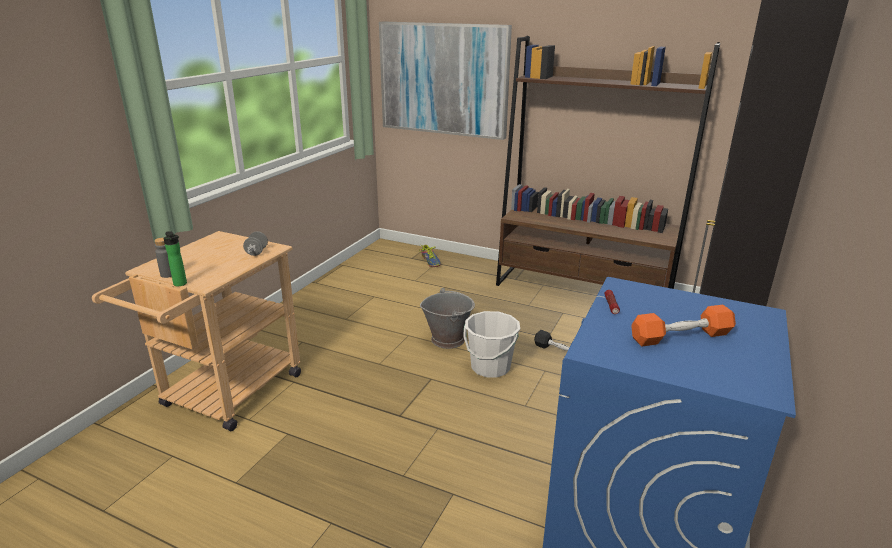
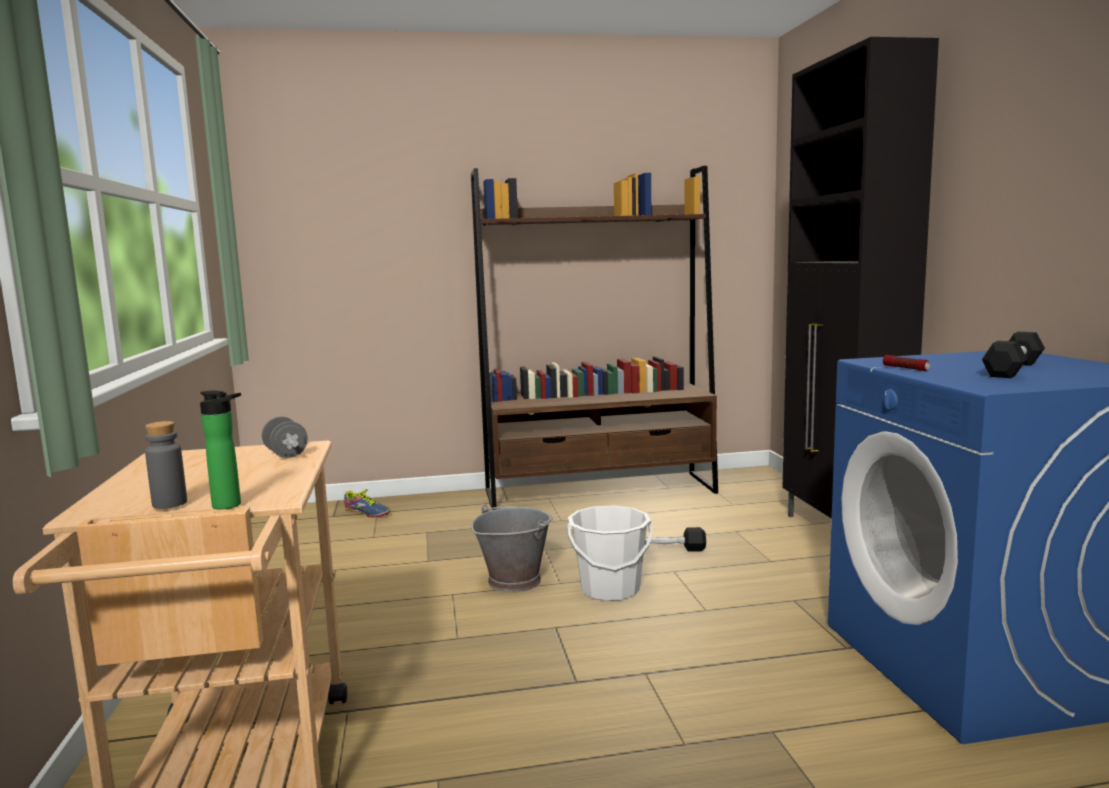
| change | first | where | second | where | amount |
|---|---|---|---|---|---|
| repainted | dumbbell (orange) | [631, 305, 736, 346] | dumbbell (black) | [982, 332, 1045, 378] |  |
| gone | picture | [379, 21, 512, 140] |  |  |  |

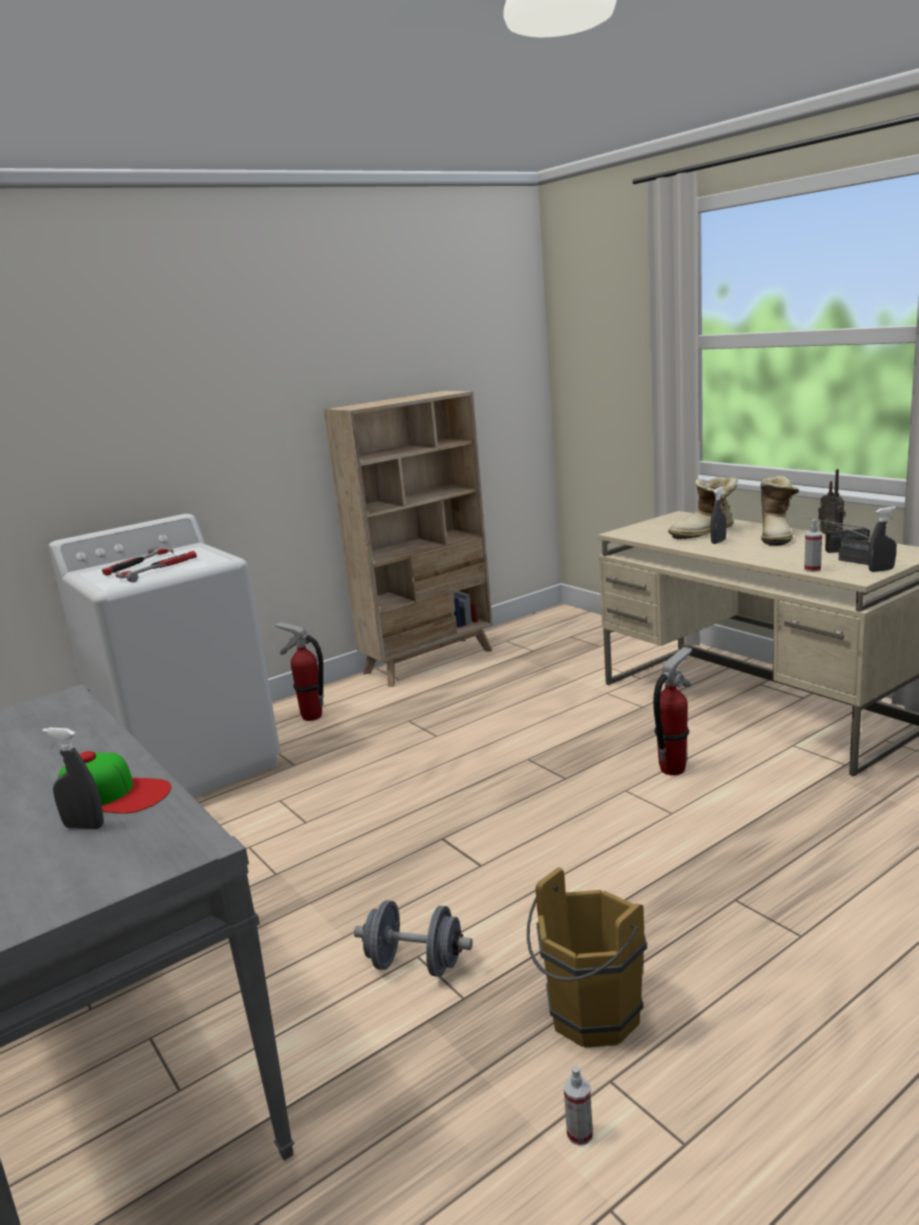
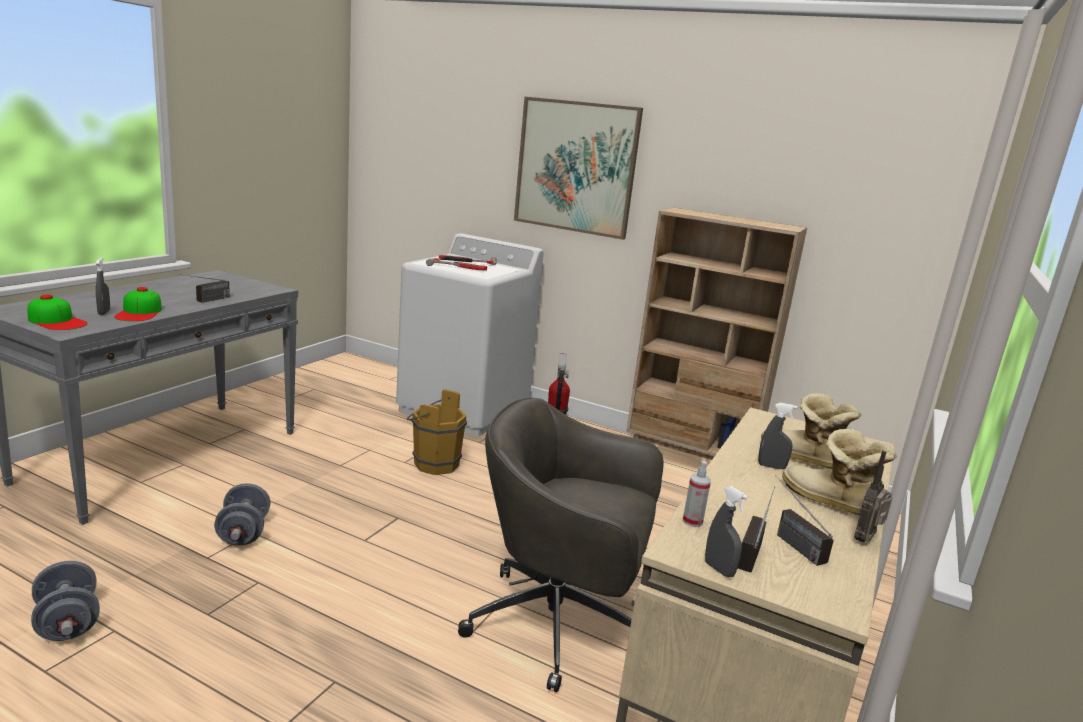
| change | first | where | second | where | amount |
|---|---|---|---|---|---|
| new |  |  | cap | [27, 295, 88, 330] |  |
| swapped | spray bottle | [564, 1066, 593, 1146] | dumbbell (grey) | [31, 561, 100, 641] |  |
| new |  |  | radio | [179, 274, 230, 303] |  |
| shifted | bucket (brown) | [527, 867, 647, 1048] |  | [406, 389, 467, 475] |  |
| swapped | fire extinguisher | [653, 647, 692, 775] | office chair (grey) | [458, 398, 664, 692] |  |
| new |  |  | picture | [514, 97, 643, 240] |  |
| rotated | boot | [760, 476, 799, 546] |  | [782, 429, 897, 515] | 60 degrees clockwise |

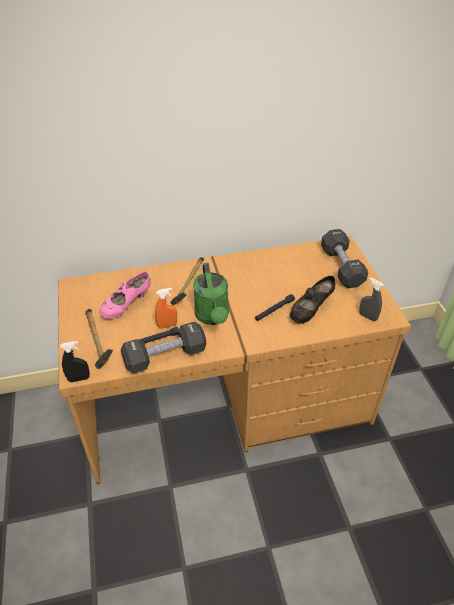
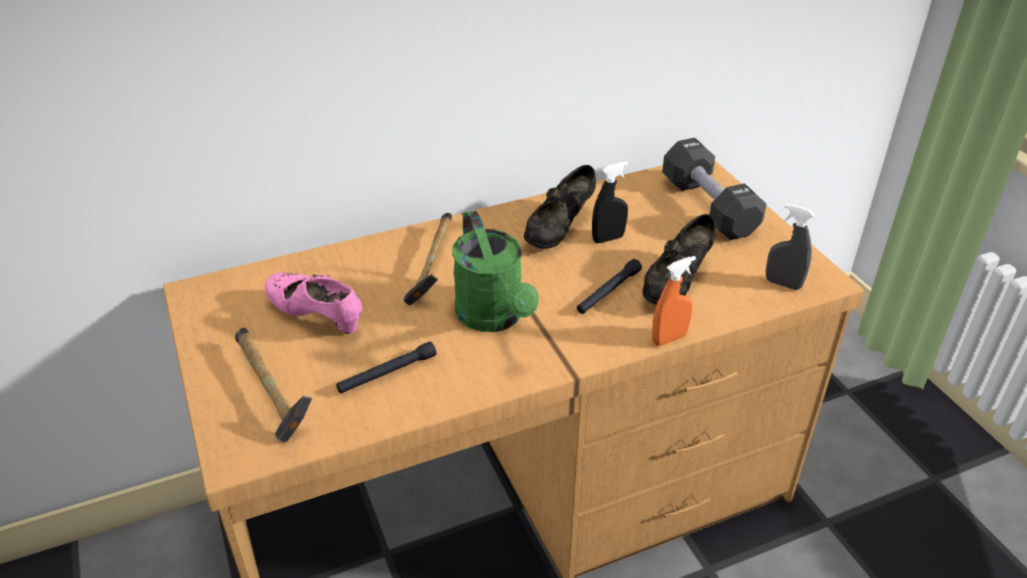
| change | first | where | second | where | amount |
|---|---|---|---|---|---|
| rotated | shoe (pink) | [99, 272, 151, 319] |  | [265, 272, 362, 334] | 90 degrees clockwise |
| new |  |  | shoe (black) | [524, 165, 596, 249] |  |
| shifted | spray bottle (black) | [60, 341, 90, 382] |  | [592, 162, 628, 243] |  |
| shifted | spray bottle (orange) | [155, 288, 177, 329] |  | [652, 256, 696, 346] |  |
| gone | dumbbell (black) | [121, 322, 206, 373] |  |  |  |

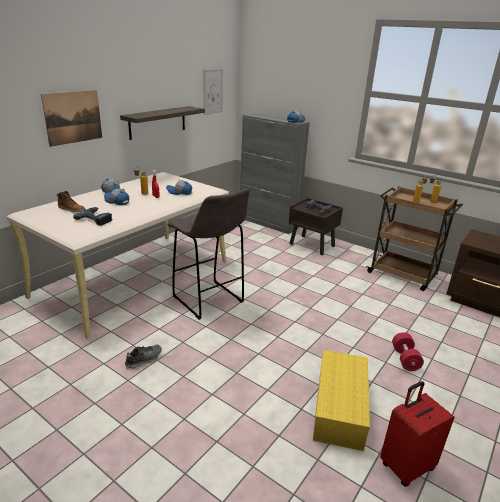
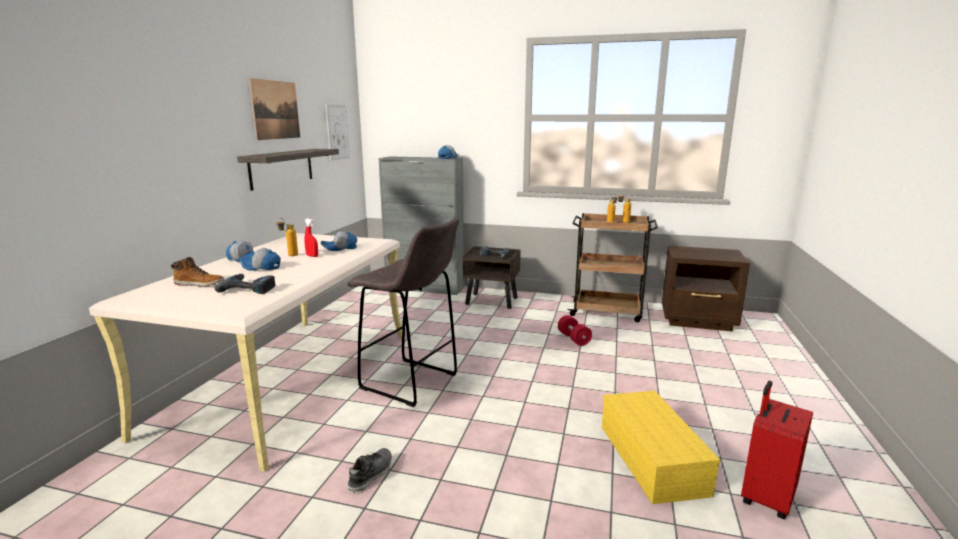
| change | first | where | second | where | amount |
|---|---|---|---|---|---|
| shifted | picture | [41, 90, 102, 147] |  | [249, 78, 300, 140] |  |
| shifted | dumbbell (red) | [392, 332, 424, 371] |  | [558, 315, 592, 346] |  |

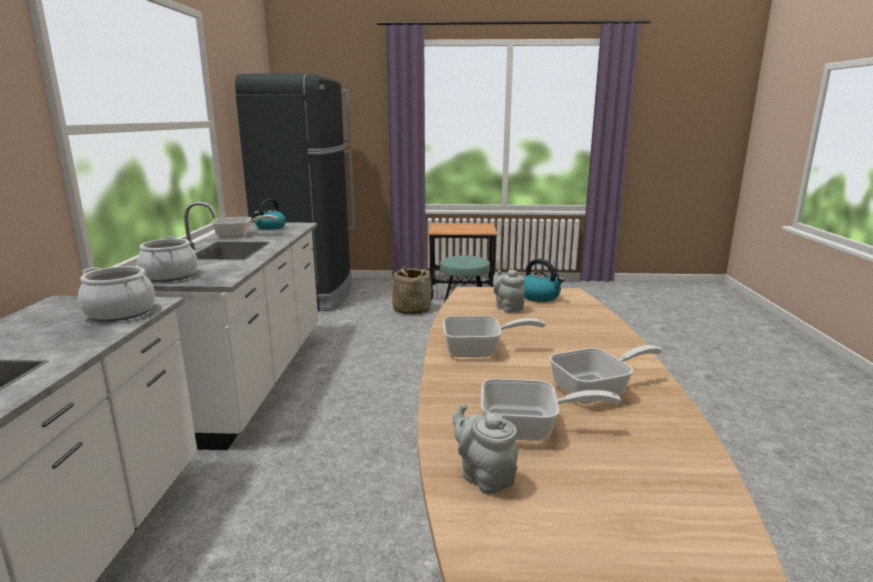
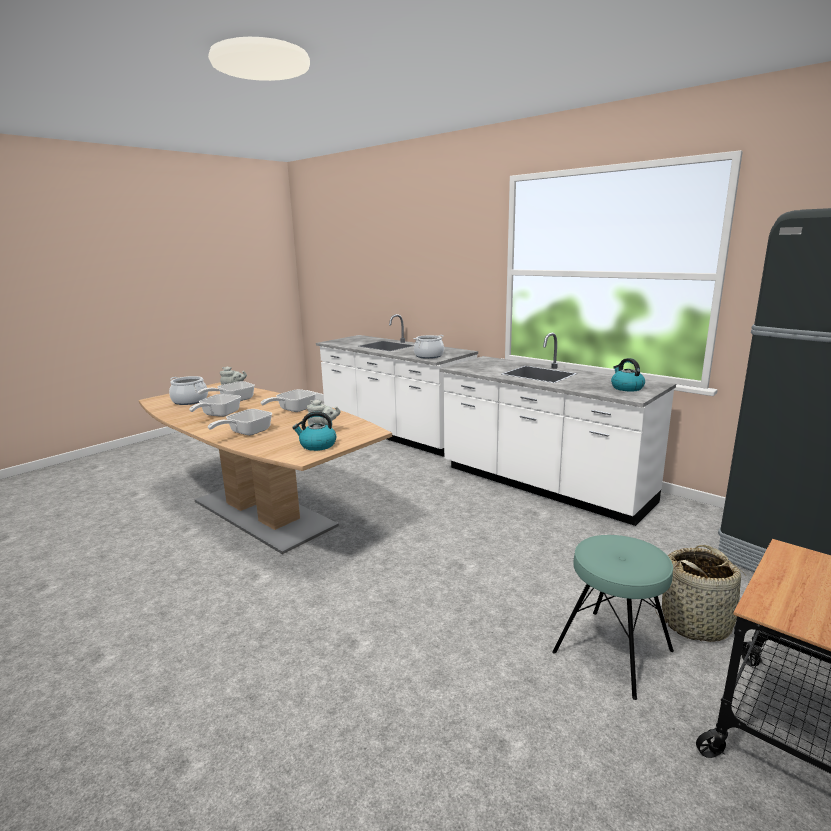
| change | first | where | second | where | amount |
|---|---|---|---|---|---|
| shifted | cooking pot | [137, 236, 197, 282] |  | [169, 376, 208, 405] |  |
| shifted | frying pan | [211, 215, 277, 238] |  | [208, 409, 272, 436] |  |

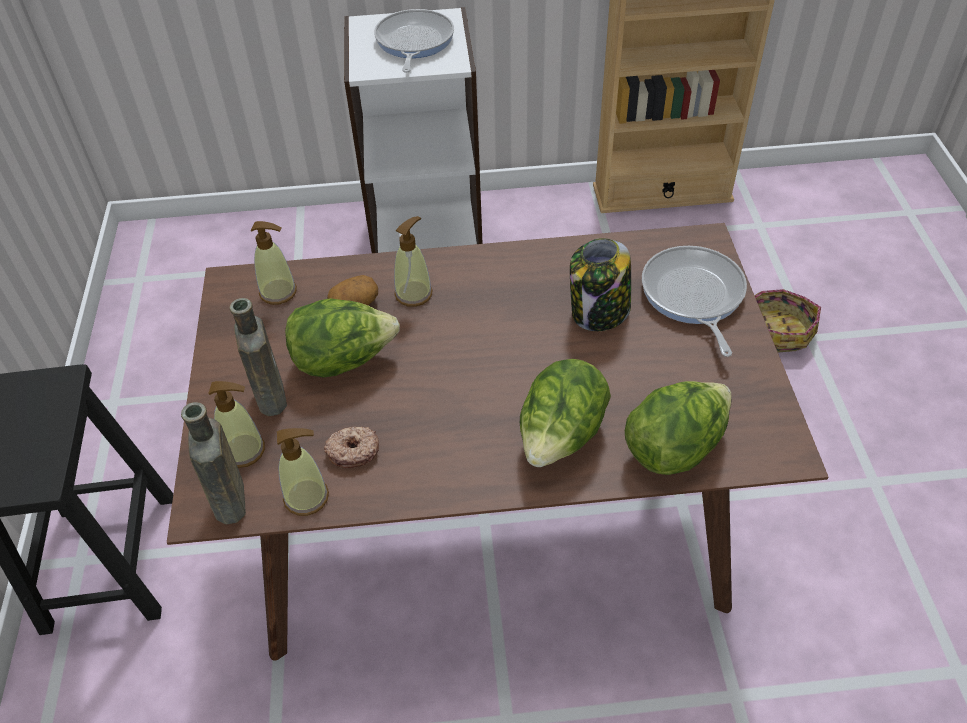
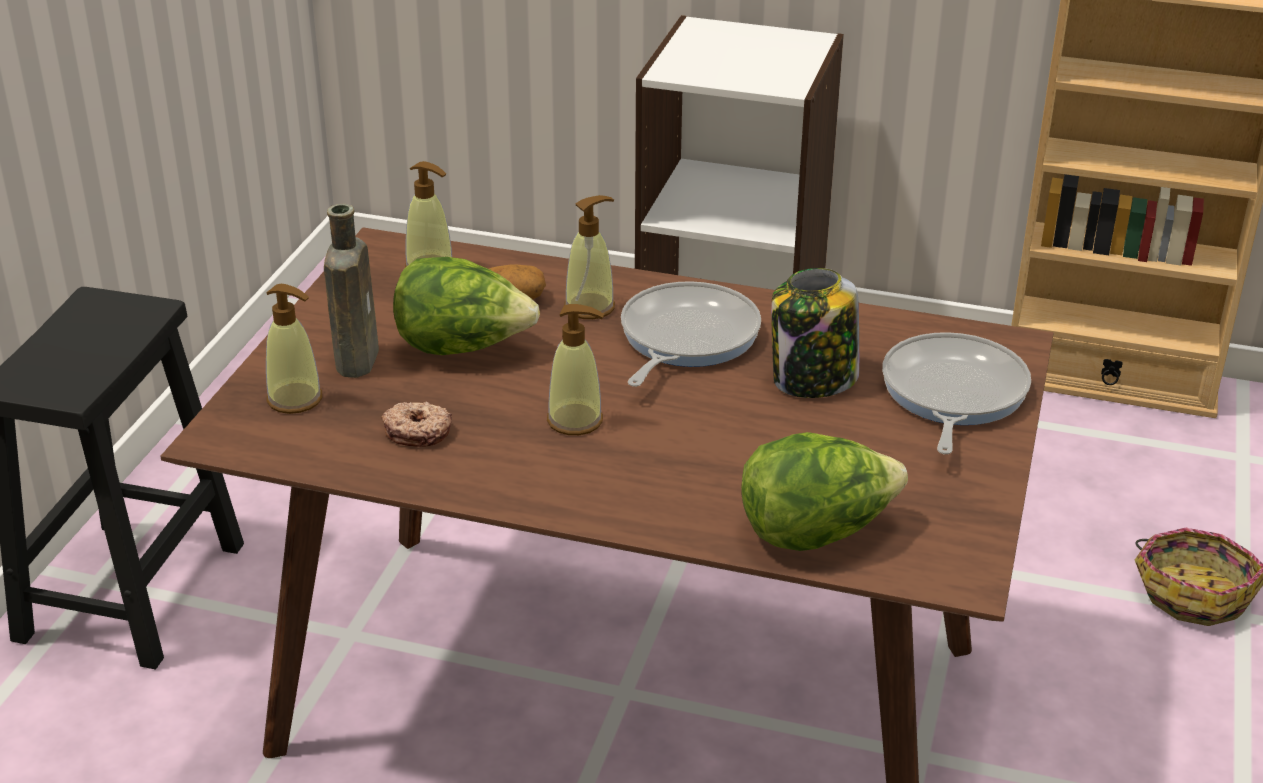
| change | first | where | second | where | amount |
|---|---|---|---|---|---|
| shifted | soap dispenser | [277, 428, 329, 516] |  | [547, 304, 604, 435] |  |
| shifted | frying pan | [374, 9, 454, 73] |  | [621, 281, 761, 387] |  |
| gone | bottle (brown) | [181, 402, 246, 524] |  |  |  |
| gone | lettuce | [520, 359, 611, 467] |  |  |  |

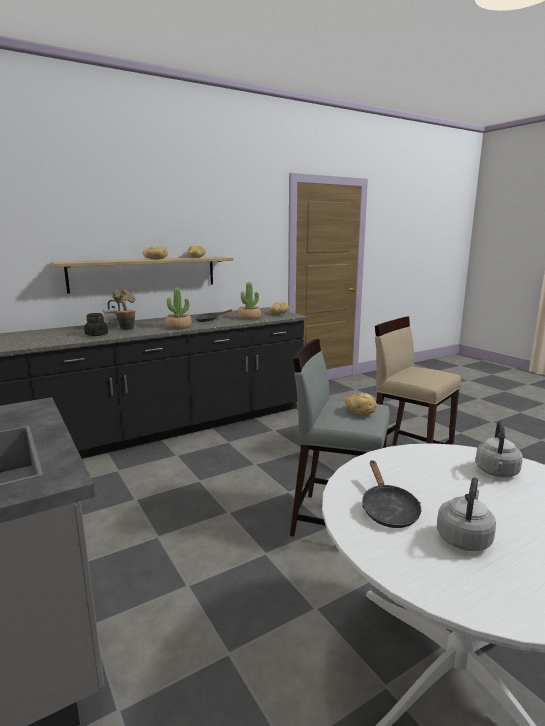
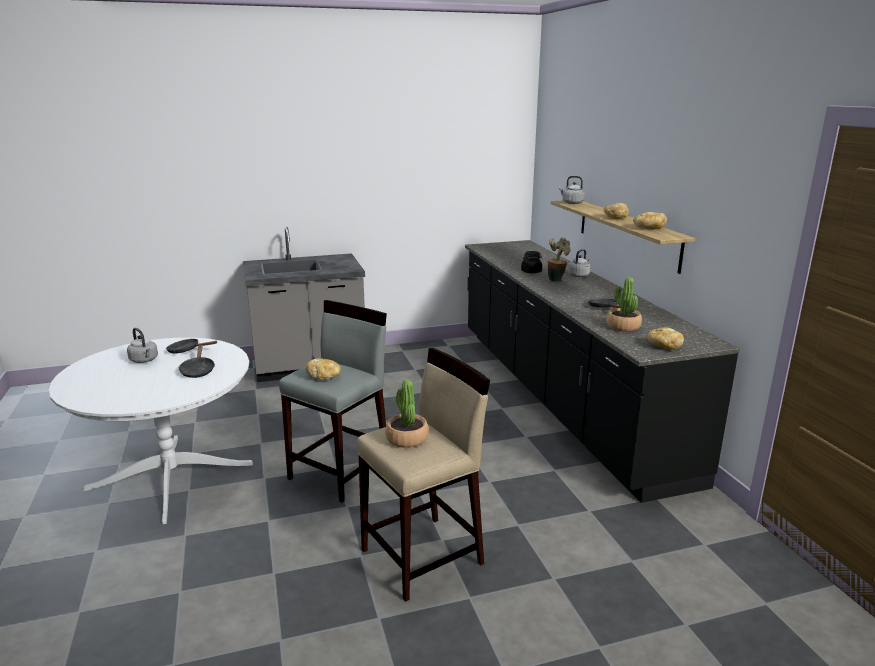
| change | first | where | second | where | amount |
|---|---|---|---|---|---|
| new |  |  | frying pan (black) | [178, 345, 215, 378] |  |
| shifted | potted plant | [165, 288, 192, 329] |  | [385, 380, 429, 448] |  |
| shifted | kettle (grey) | [475, 421, 523, 478] |  | [559, 176, 585, 204] |  |

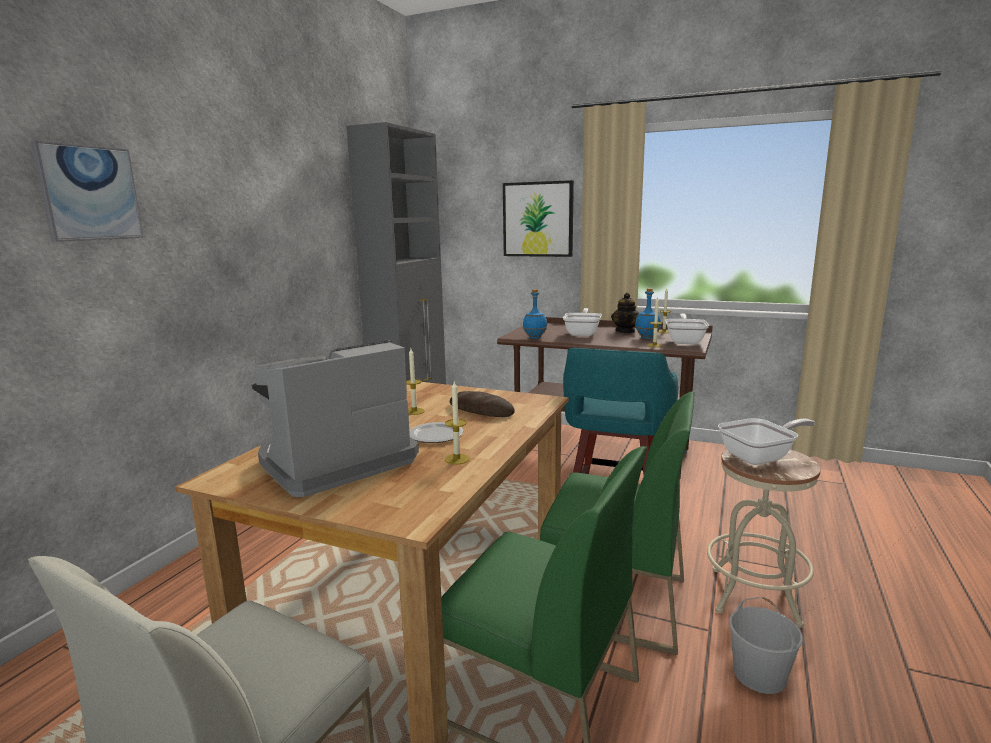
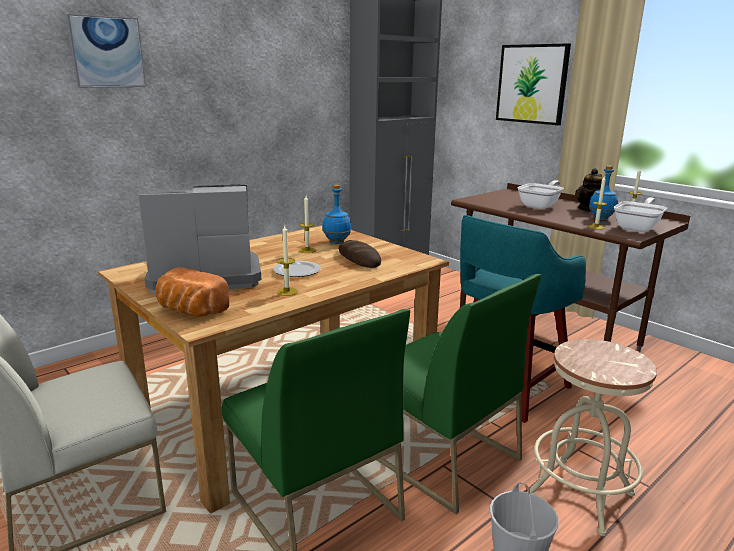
| change | first | where | second | where | amount |
|---|---|---|---|---|---|
| new |  |  | bread | [155, 267, 229, 317] |  |
| shifted | bottle (blue) | [523, 289, 547, 339] |  | [322, 185, 352, 244] |  |
| gone | frying pan | [718, 418, 815, 465] |  |  |  |

